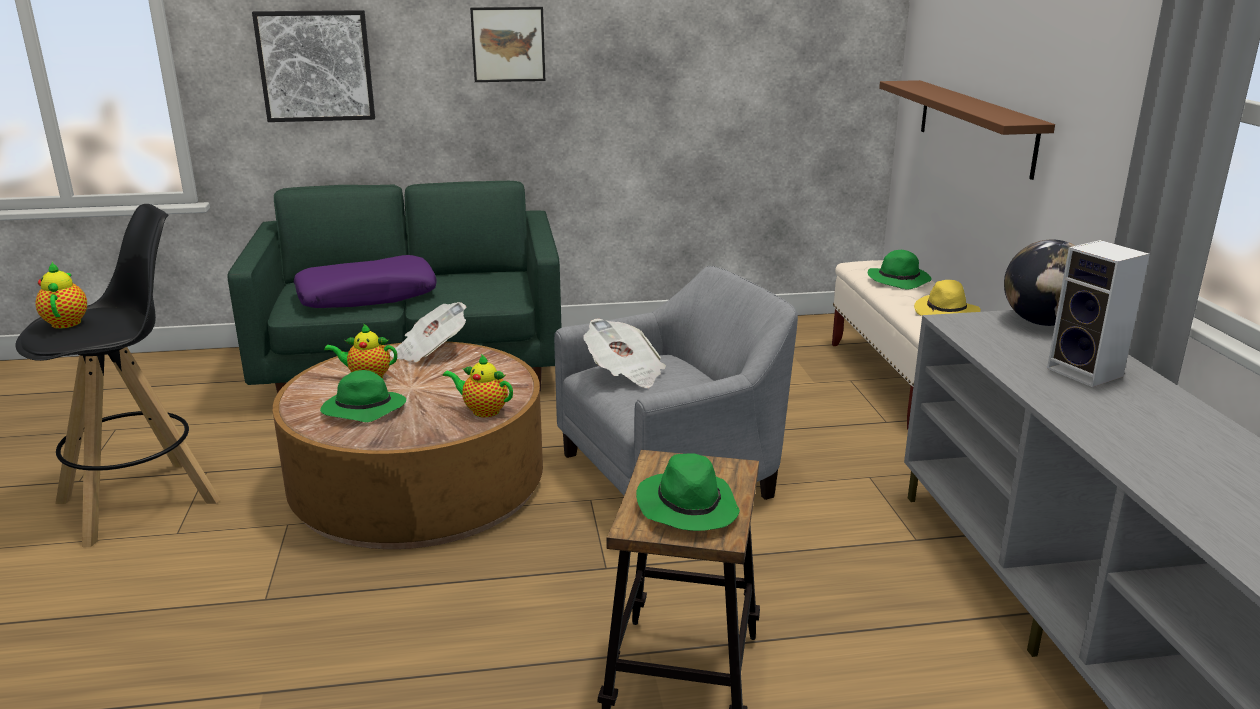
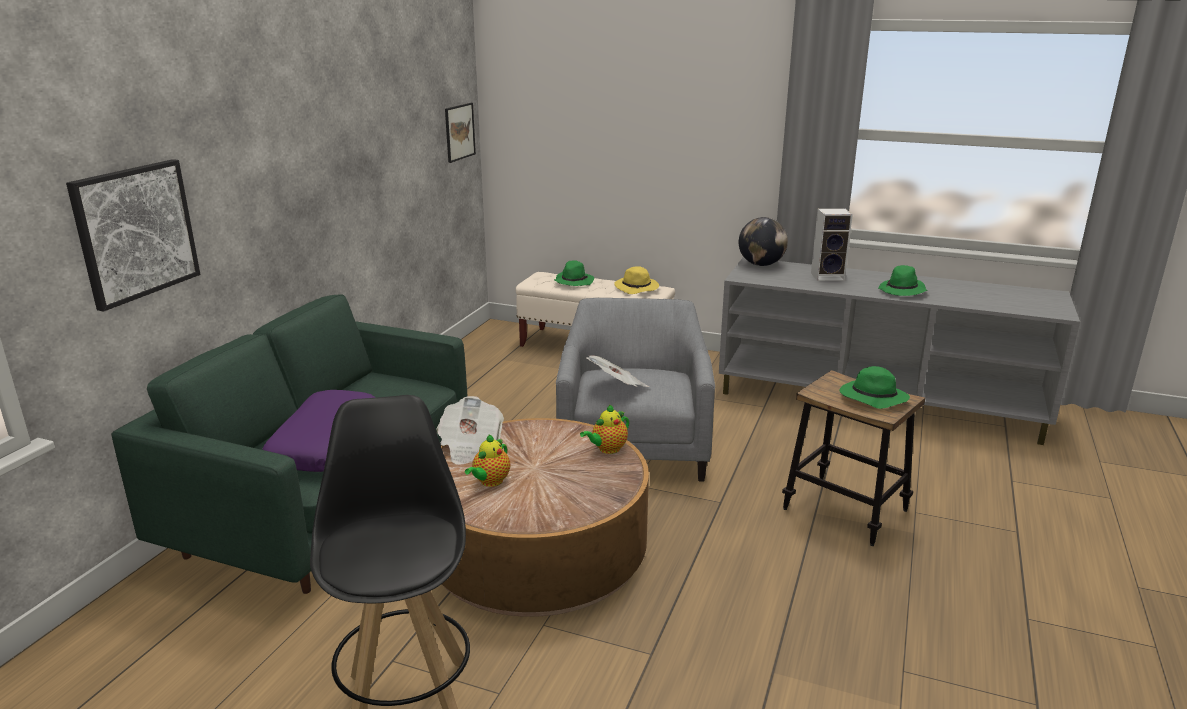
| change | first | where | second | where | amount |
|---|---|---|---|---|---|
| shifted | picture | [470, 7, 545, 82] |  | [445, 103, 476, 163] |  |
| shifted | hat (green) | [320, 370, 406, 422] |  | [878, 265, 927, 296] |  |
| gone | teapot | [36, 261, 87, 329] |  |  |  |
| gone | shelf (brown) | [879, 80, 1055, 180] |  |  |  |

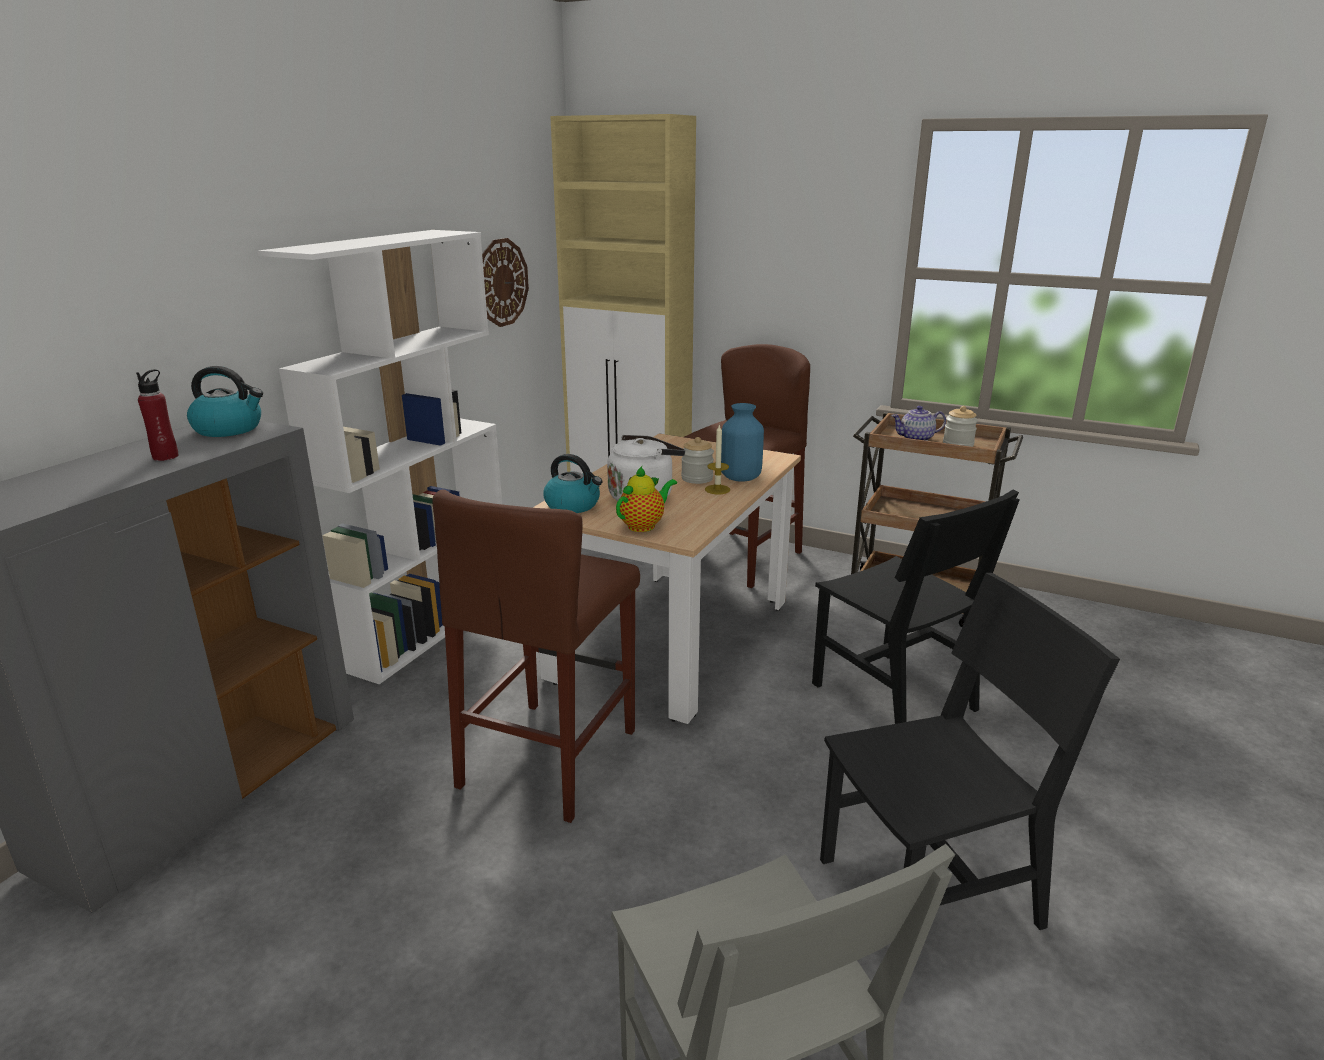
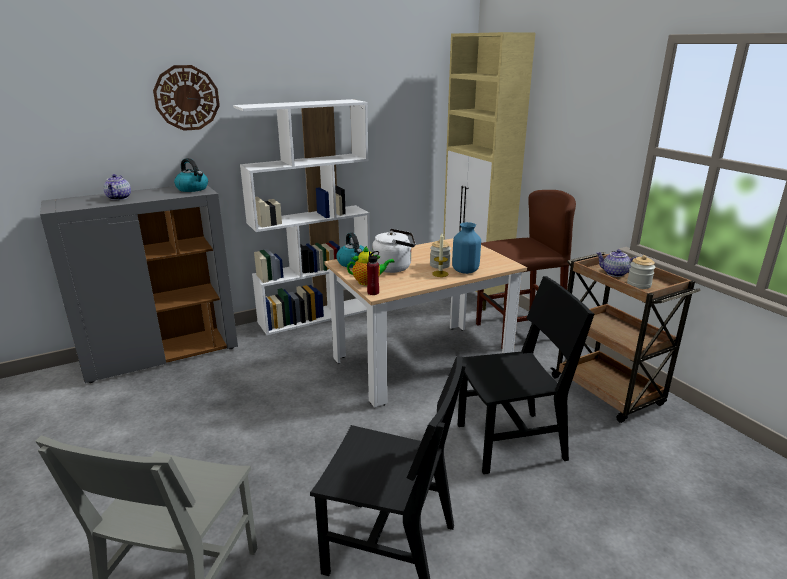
| change | first | where | second | where | amount |
|---|---|---|---|---|---|
| new |  |  | teapot | [103, 174, 131, 200] |  |
| shifted | wall clock | [482, 238, 529, 327] |  | [153, 65, 220, 131] |  |
| shifted | bottle (red) | [136, 369, 179, 461] |  | [367, 251, 379, 295] |  |
| rotated | chair (black) | [812, 489, 1020, 724] |  | [458, 276, 594, 474] | 105 degrees counterclockwise |
| gone | stool (brown) | [432, 490, 640, 823] |  |  |  |

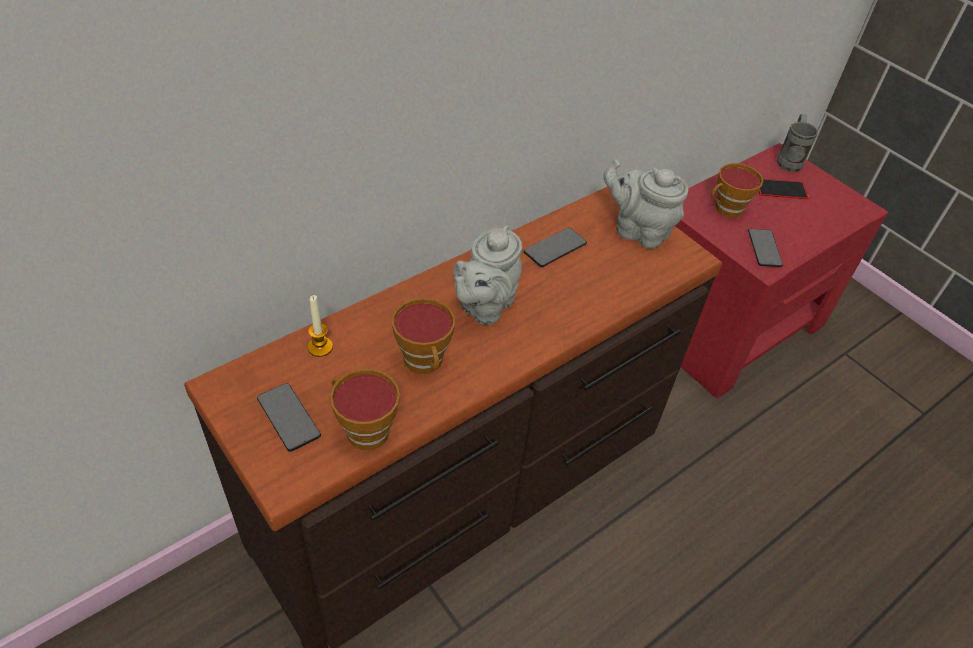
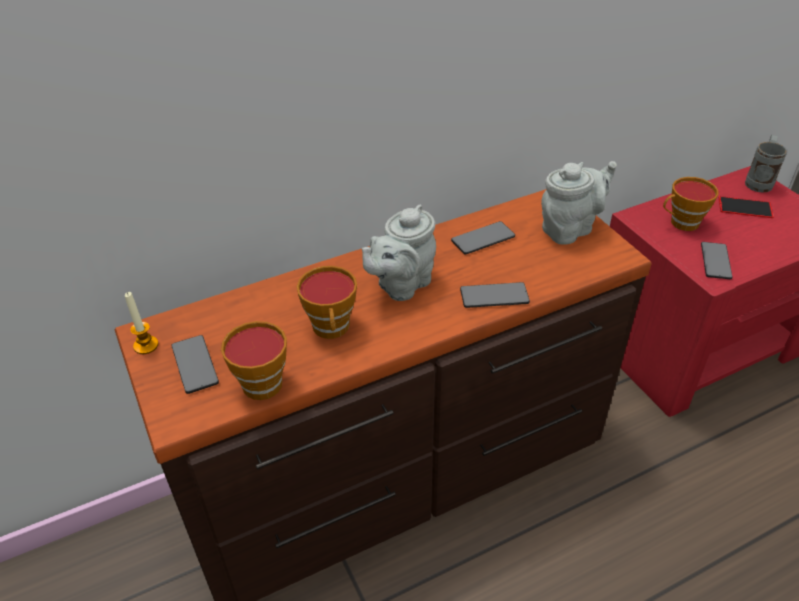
| change | first | where | second | where | amount |
|---|---|---|---|---|---|
| shifted | candle | [308, 295, 333, 357] |  | [125, 292, 159, 354] |  |
| new |  |  | phone | [460, 282, 530, 308] |  |
| rotated | teapot (grey) | [604, 159, 689, 249] |  | [541, 161, 617, 245] | 105 degrees clockwise |

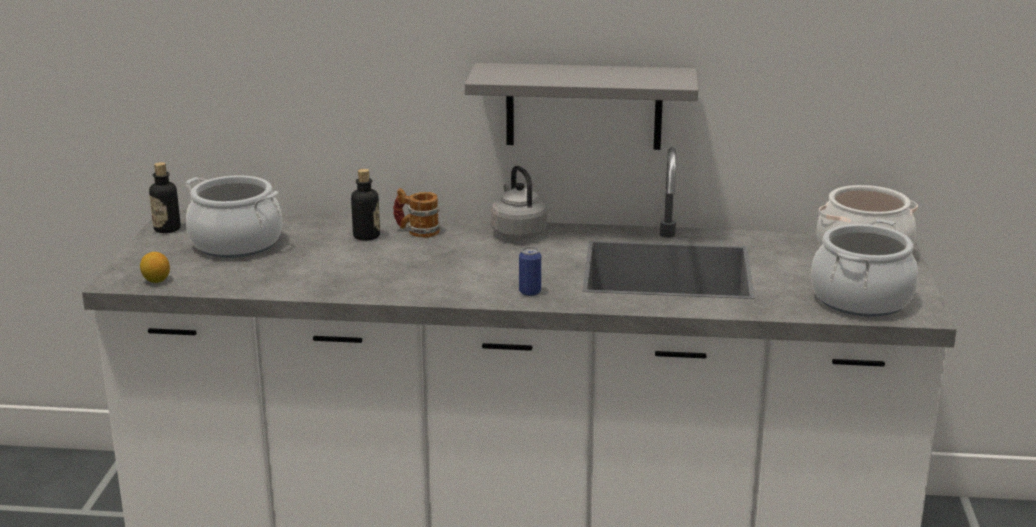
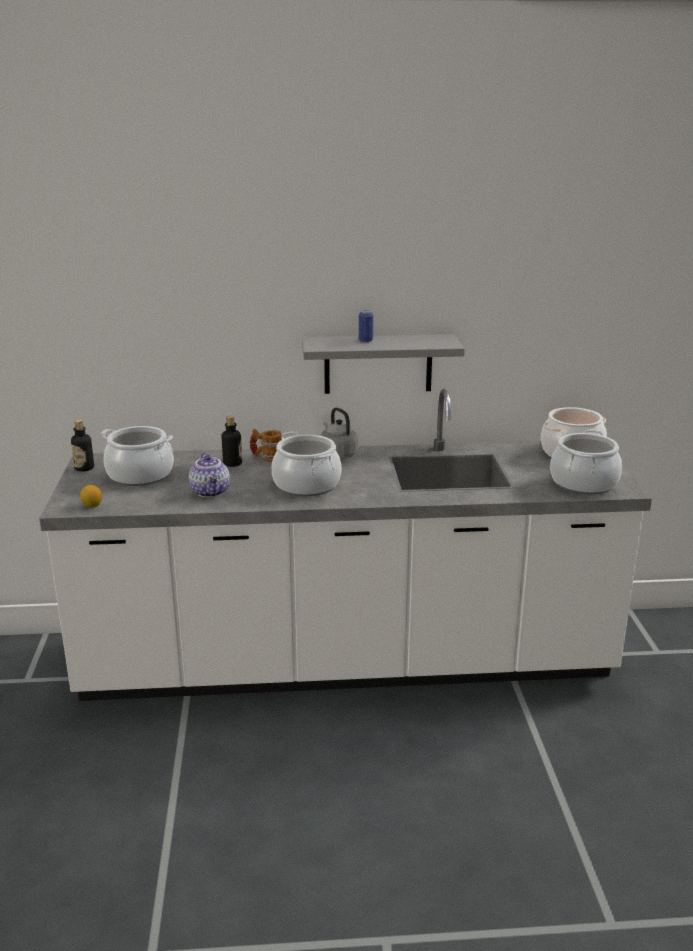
| change | first | where | second | where | amount |
|---|---|---|---|---|---|
| new |  |  | teapot | [189, 453, 230, 498] |  |
| new |  |  | cooking pot | [272, 431, 342, 496] |  |
| shifted | can | [519, 247, 541, 296] |  | [359, 310, 373, 342] |  |

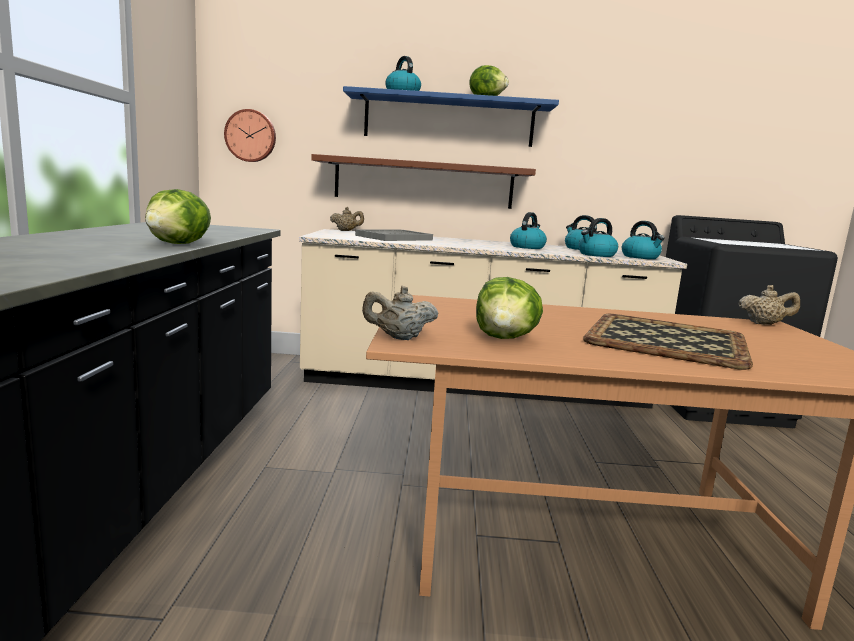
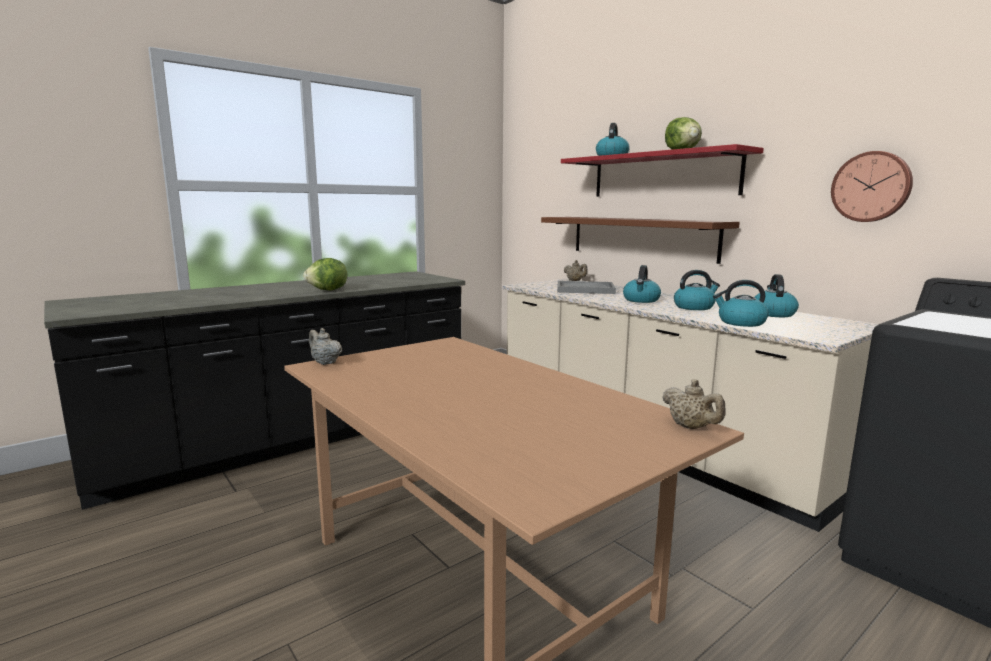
| change | first | where | second | where | amount |
|---|---|---|---|---|---|
| repainted | shelf (blue) | [343, 86, 559, 147] | shelf (red) | [561, 144, 764, 197] |  |
| shifted | kettle | [622, 221, 665, 259] |  | [623, 265, 661, 303] |  |
| shifted | wall clock | [224, 109, 276, 162] |  | [831, 151, 913, 222] |  |
| gone | lettuce | [476, 277, 543, 339] |  |  |  |
| gone | tray | [583, 314, 753, 370] |  |  |  |

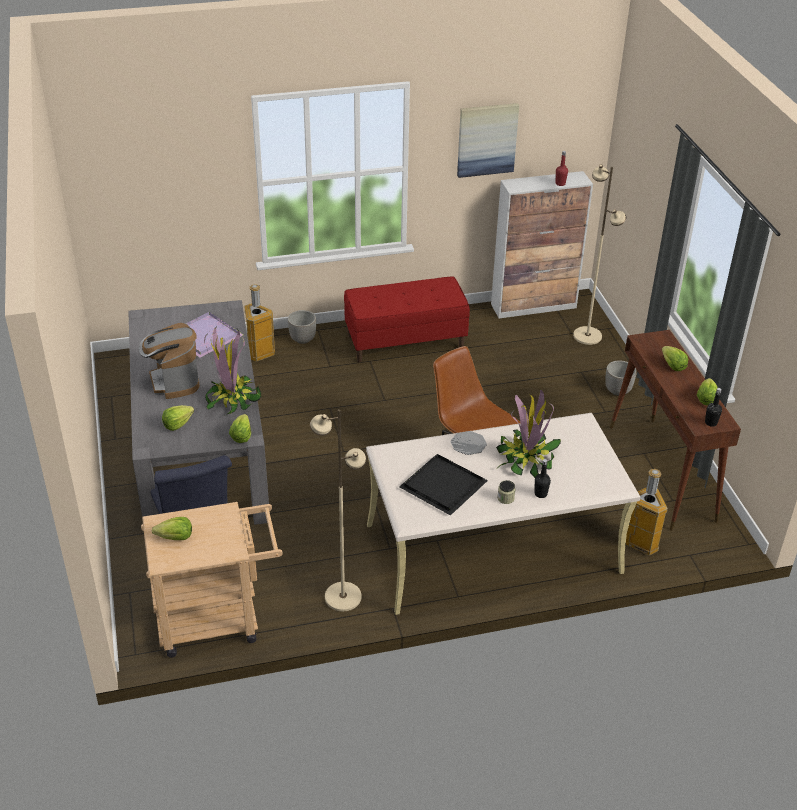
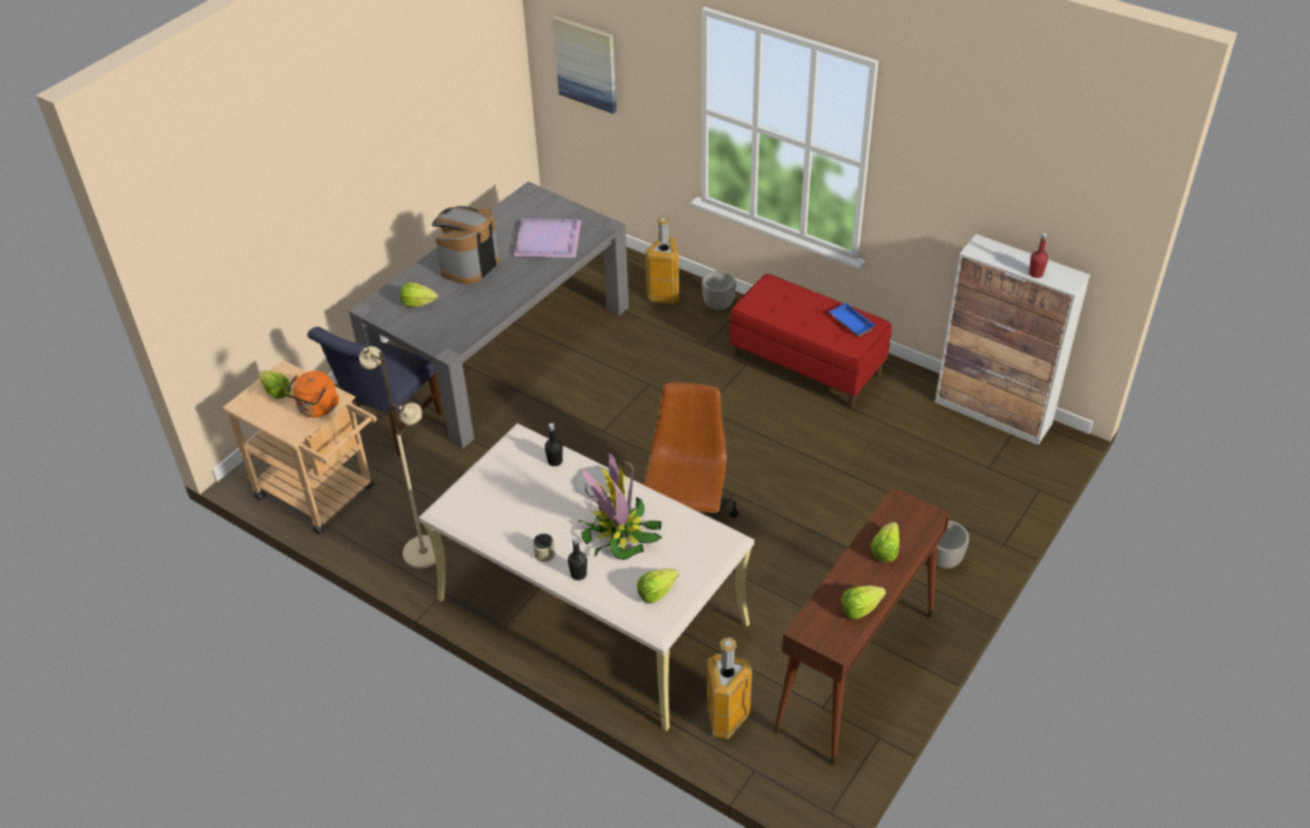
| change | first | where | second | where | amount |
|---|---|---|---|---|---|
| new |  |  | kettle (orange) | [284, 371, 339, 417] |  |
| shifted | bottle (black) | [705, 388, 722, 427] |  | [545, 423, 563, 466] |  |
| shifted | picture | [457, 103, 519, 178] |  | [553, 16, 617, 114] |  |
| shifted | lettuce | [229, 414, 251, 443] |  | [637, 569, 679, 604] |  |
| new |  |  | tray (blue) | [829, 303, 876, 337] |  |
| gone | potted plant | [204, 327, 261, 415] |  |  |  |
| gone | tray (black) | [399, 454, 488, 516] |  |  |  |
| gone | floor lamp (beige) | [573, 164, 626, 345] |  |  |  |

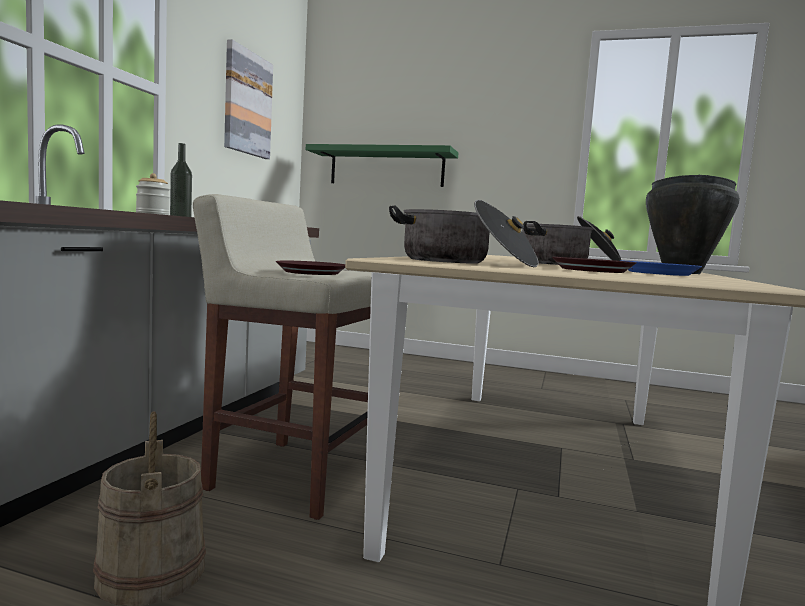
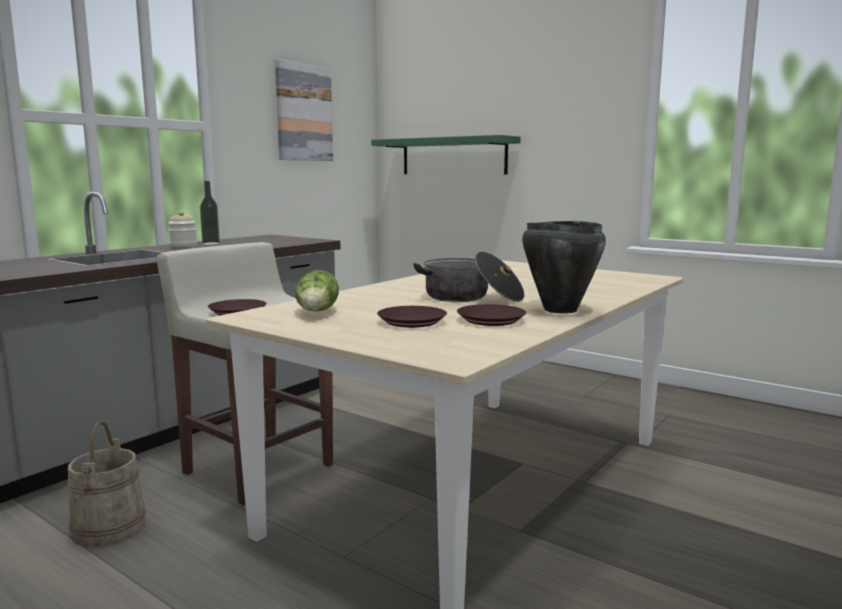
| change | first | where | second | where | amount |
|---|---|---|---|---|---|
| swapped | cooking pot | [389, 200, 539, 267] | lettuce | [295, 270, 339, 311] |  |
| repainted | plate (blue) | [620, 260, 702, 276] | plate (brown) | [457, 304, 526, 326] |  |

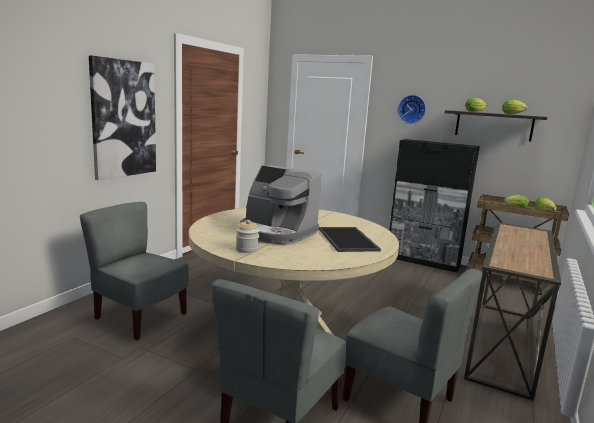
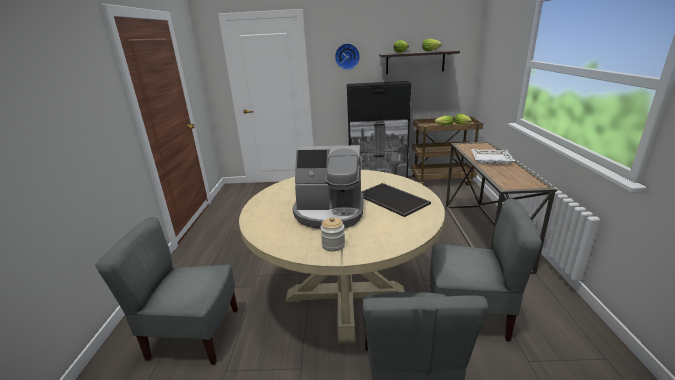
| change | first | where | second | where | amount |
|---|---|---|---|---|---|
| new |  |  | tray (white) | [471, 149, 515, 164] |  |
| gone | picture | [89, 55, 156, 180] |  |  |  |

